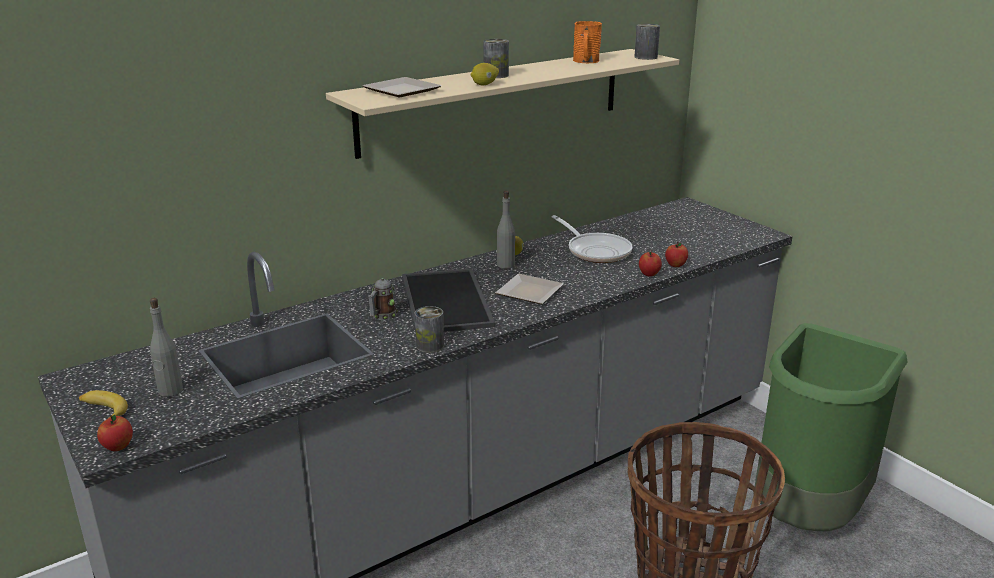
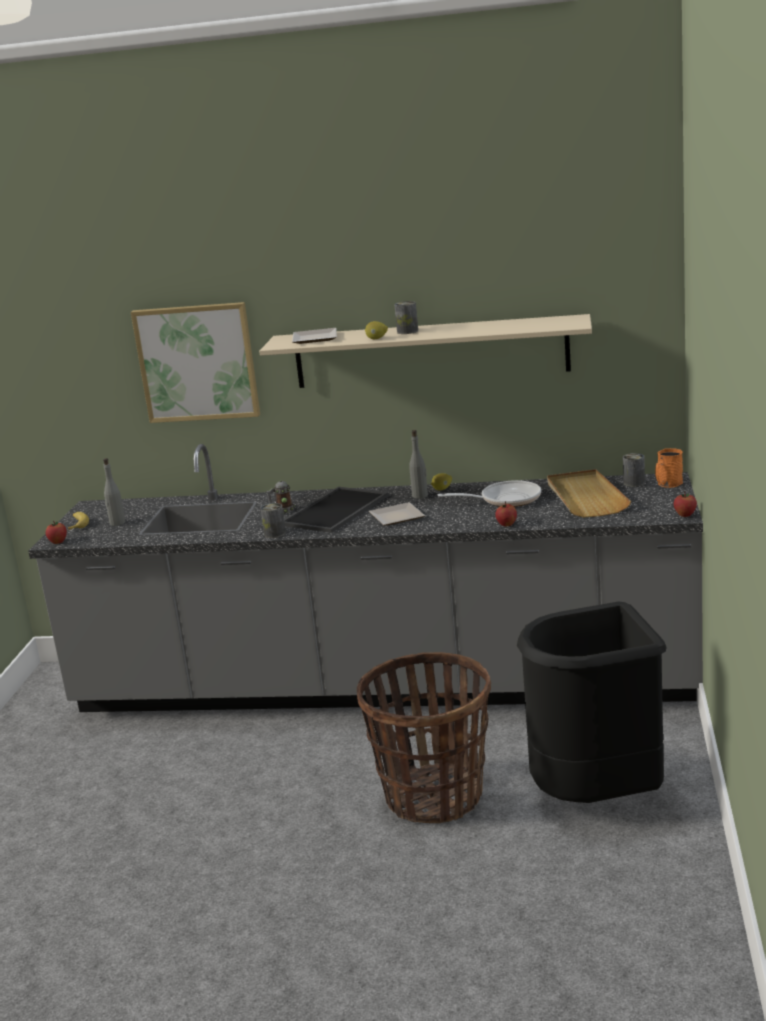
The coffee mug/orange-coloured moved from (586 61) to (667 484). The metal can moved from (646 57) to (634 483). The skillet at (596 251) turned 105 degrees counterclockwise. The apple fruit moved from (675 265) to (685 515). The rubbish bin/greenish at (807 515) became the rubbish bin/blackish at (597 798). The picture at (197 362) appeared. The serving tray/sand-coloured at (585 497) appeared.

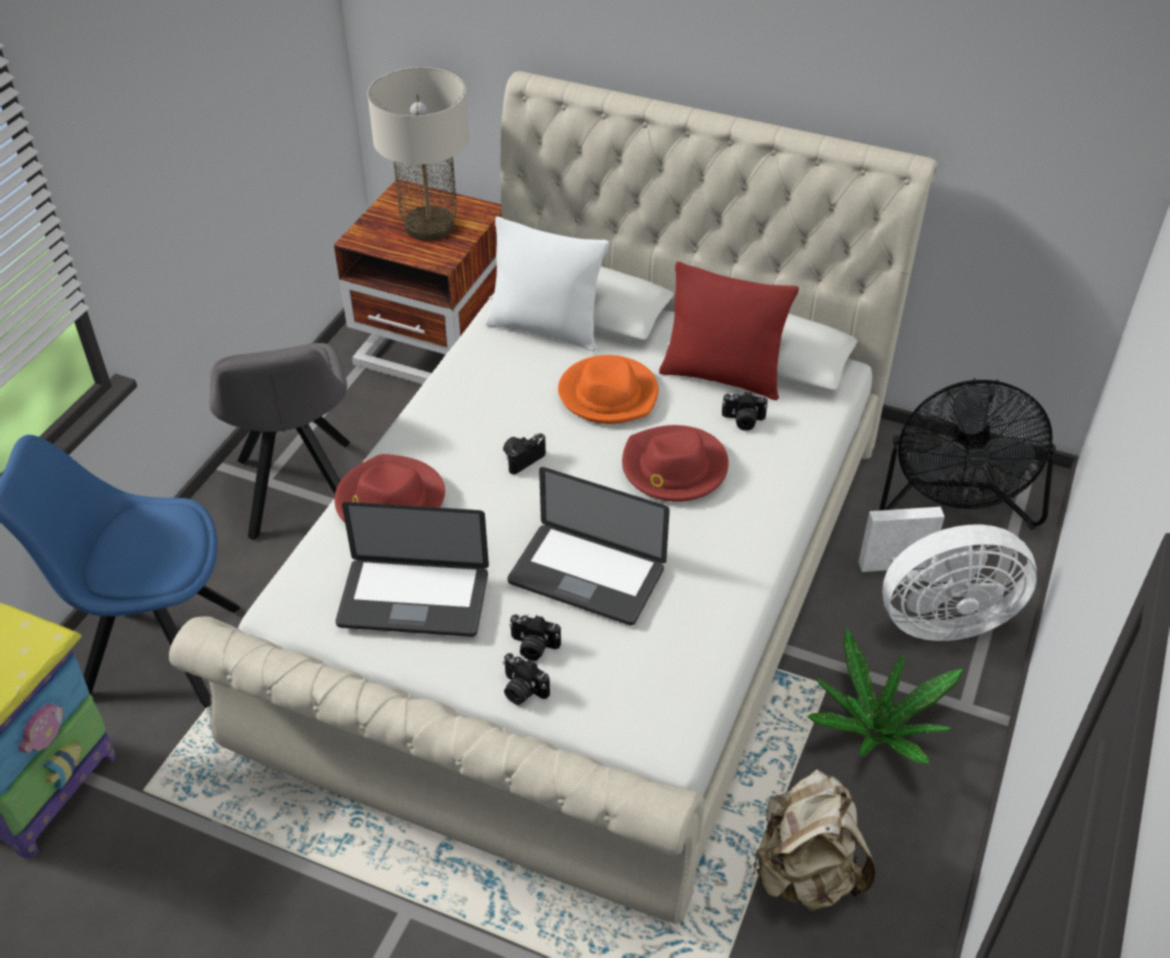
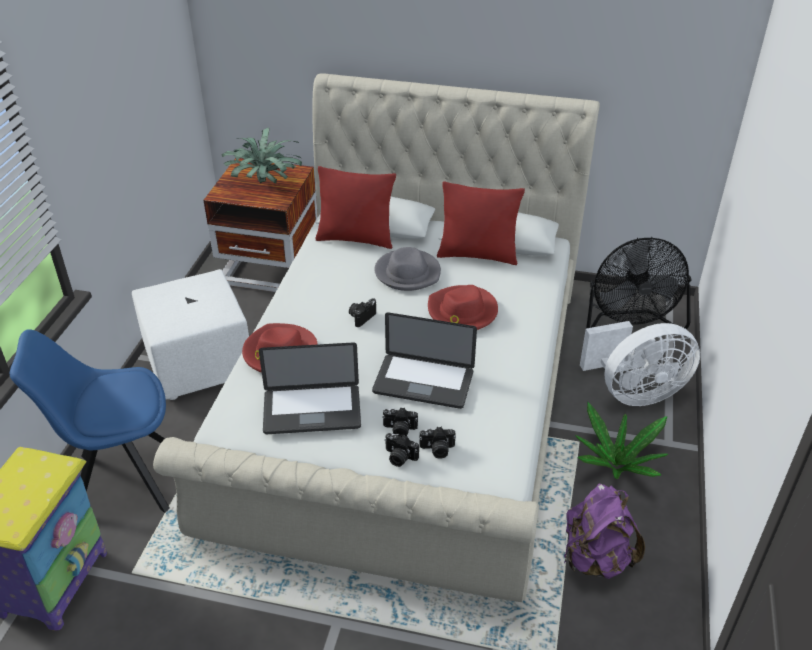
The tabletop lamp at (429 226) was replaced by the houseplant at (265 183). The pillow/white at (545 329) became the pillow/red at (356 238). The plain chair/grey at (299 490) was replaced by the footrest/white at (199 365). The hat/orange-coloured at (609 394) became the hat/grey at (407 273). The photo camera moved from (743 421) to (437 450). The rucksack/sand-coloured at (805 873) became the rucksack/purplish at (595 558).

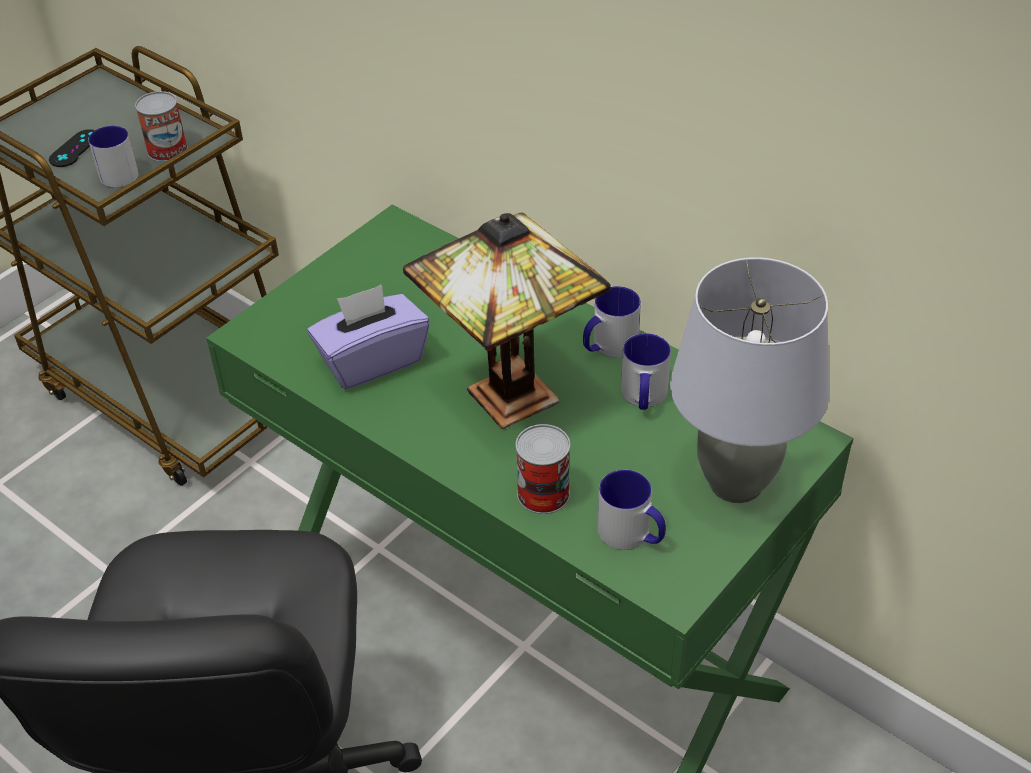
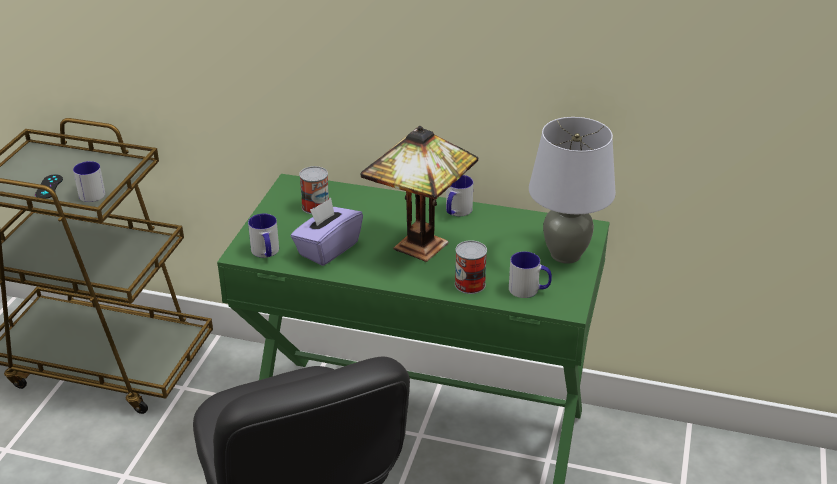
The metal can moved from (167 150) to (315 206). The coffee mug moved from (643 397) to (266 253).

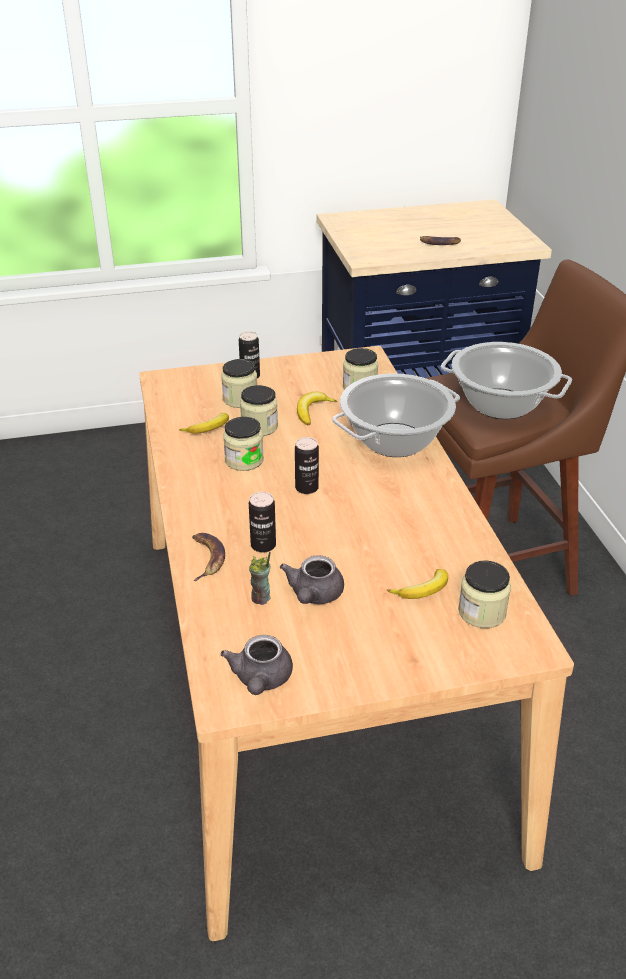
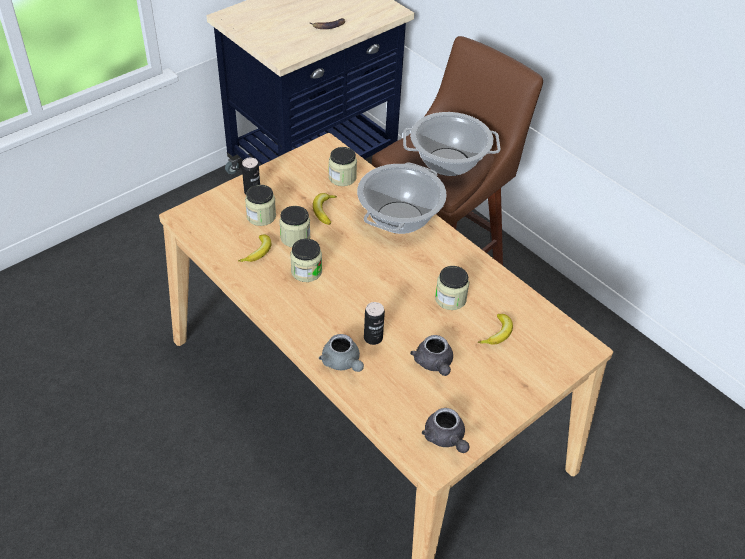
The metal can at (306 488) disappeared. The banana fruit at (207 558) was replaced by the teapot/grey at (342 363). The drinking cup at (261 598) disappeared. The preserve jar moved from (482 612) to (450 299).

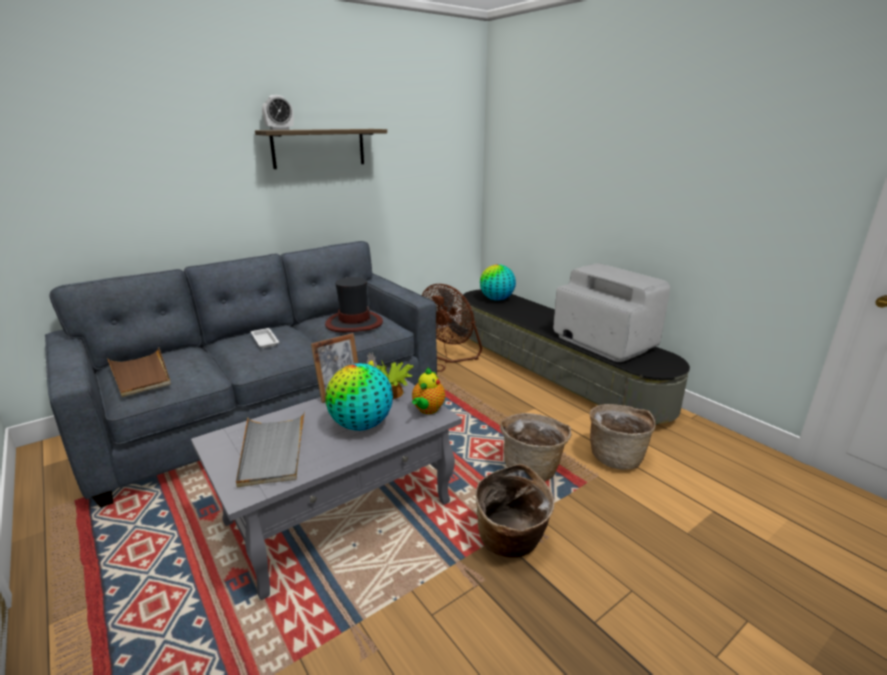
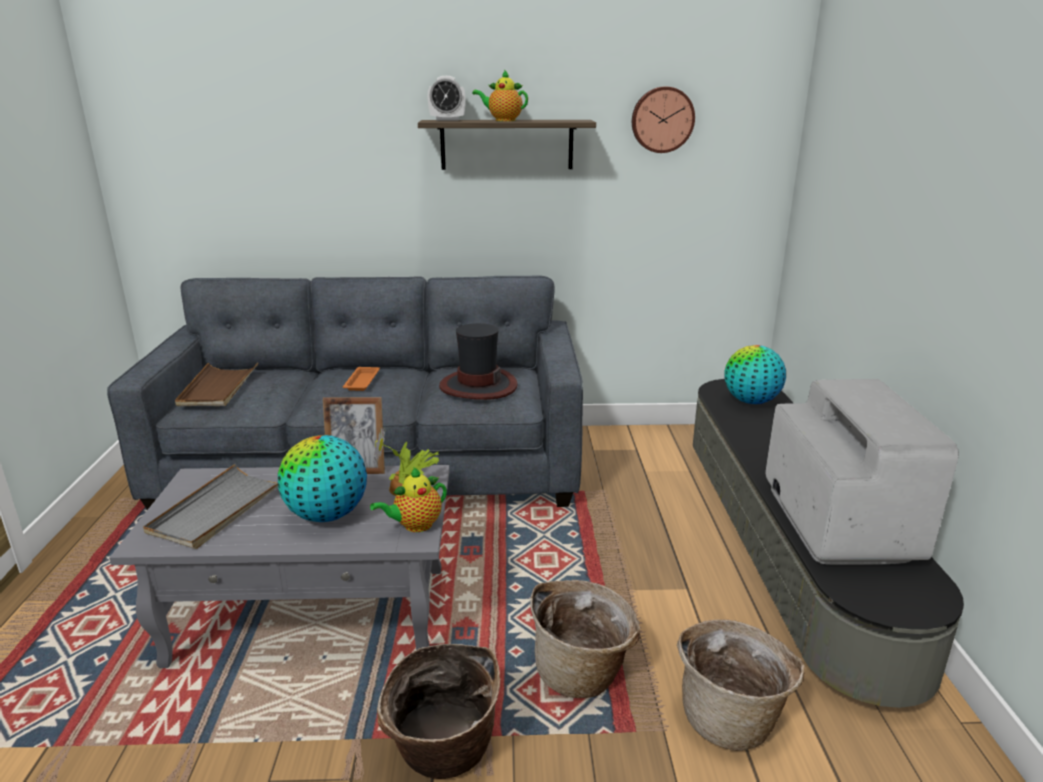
The cooling fan/brown-coloured at (443 356) disappeared. The serving tray/white at (264 340) became the serving tray/orange-coloured at (362 381). The teapot at (503 120) appeared. The wall clock at (662 120) appeared.

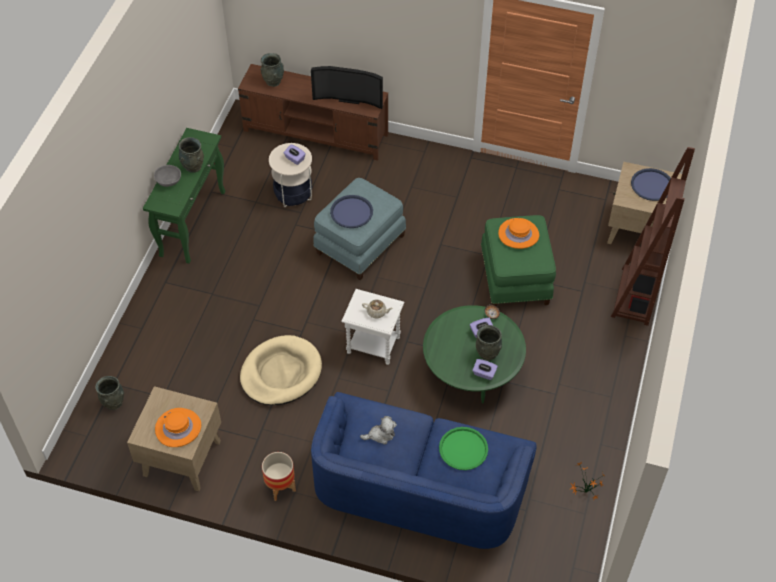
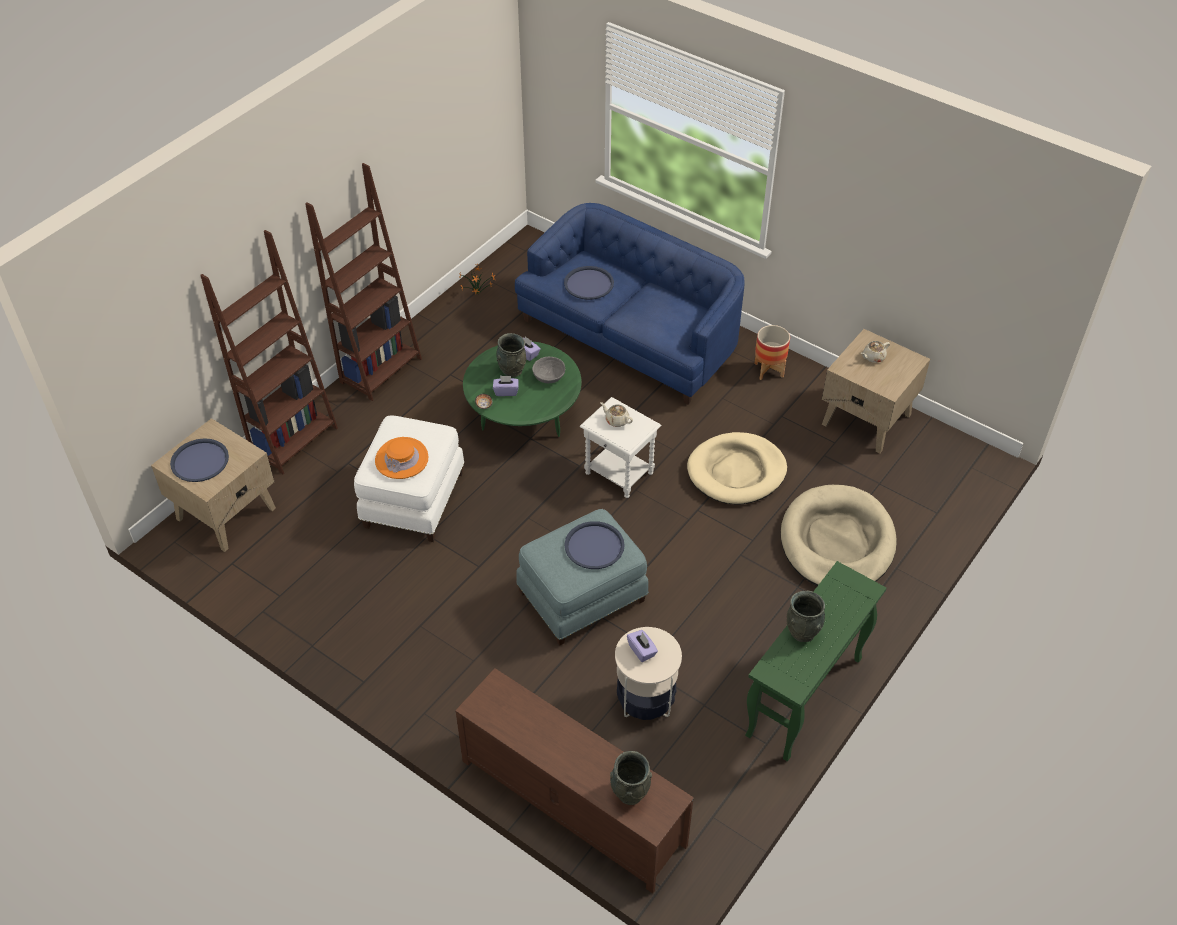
The TV at (349 98) disappeared. The bowl/grey moved from (168 181) to (549 376). The footrest/greenish at (516 277) became the footrest/white at (412 499). The flower vase/grey at (114 402) disappeared. The hat/orange-coloured at (178 428) was replaced by the teapot/sand-coloured at (873 357). The cuddly toy at (380 435) disappeared. The serving tray/greenish at (463 449) became the serving tray/blue at (588 284). The bookcase/brown-coloured at (380 370) appeared. The dog bed/sand-coloured at (837 542) appeared.

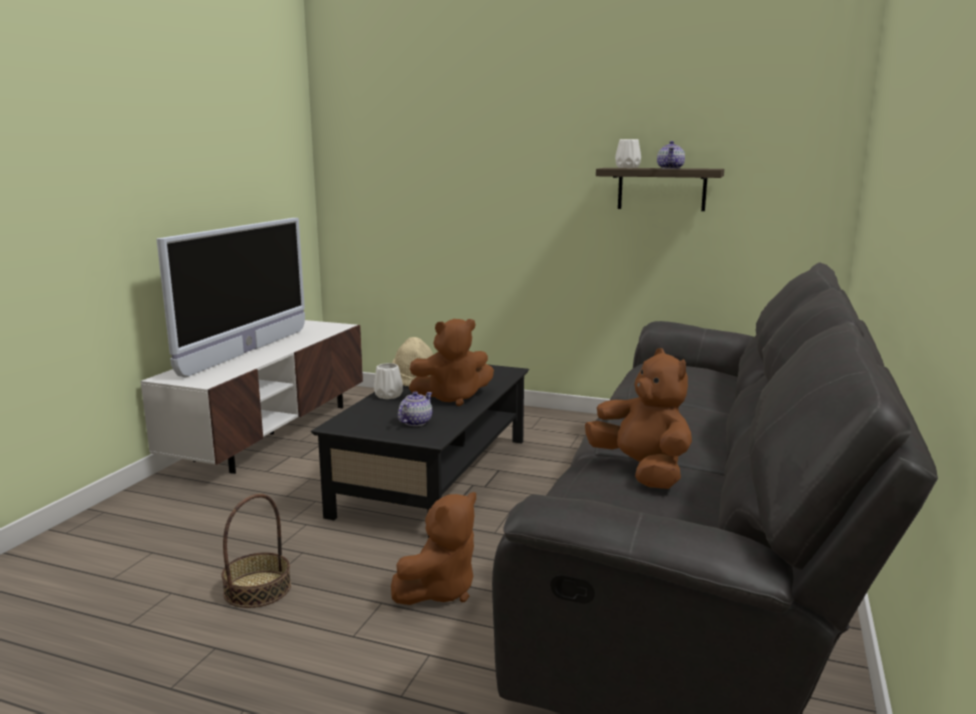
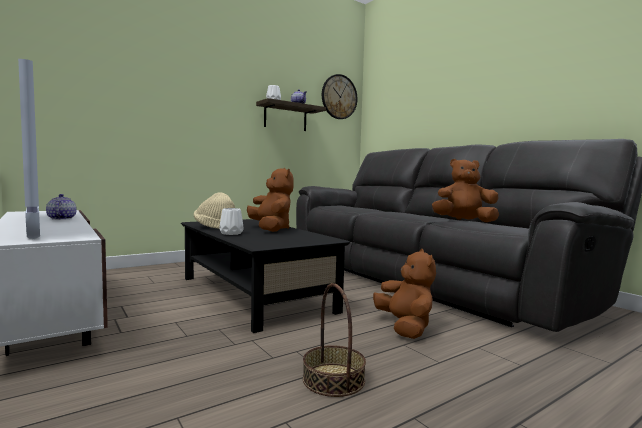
The cuddly toy/brown-coloured at (452 398) turned 45 degrees counterclockwise. The teapot moved from (415 422) to (61 218). The wall clock at (339 97) appeared.

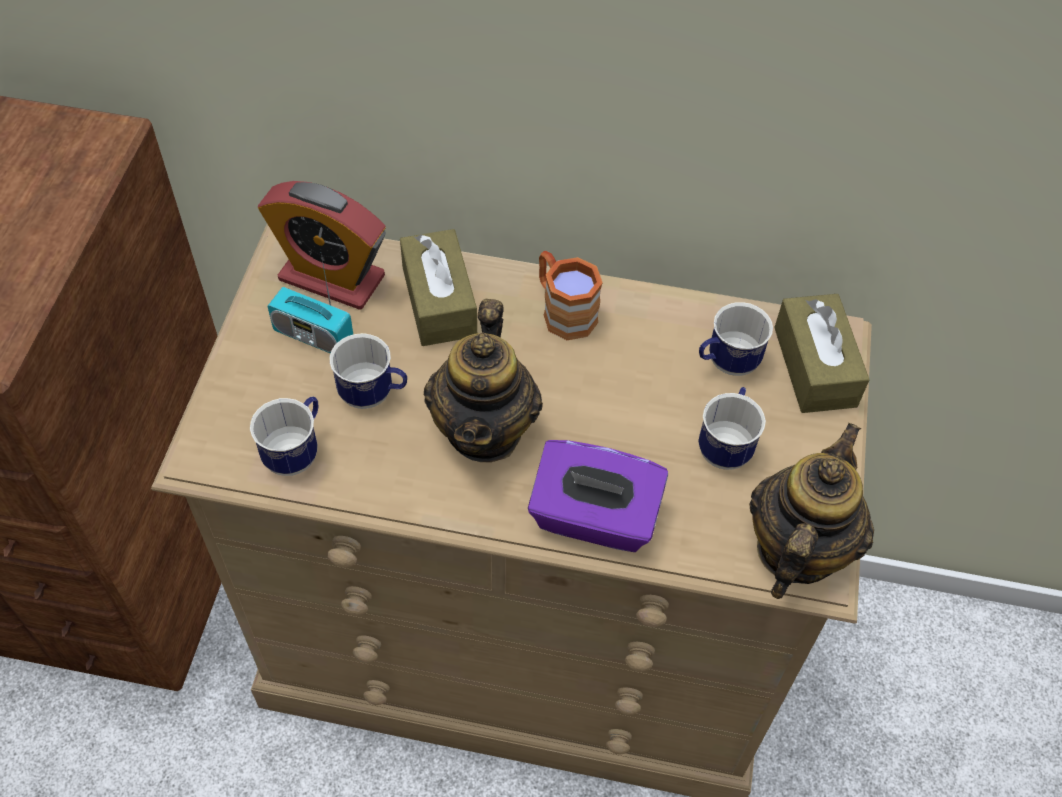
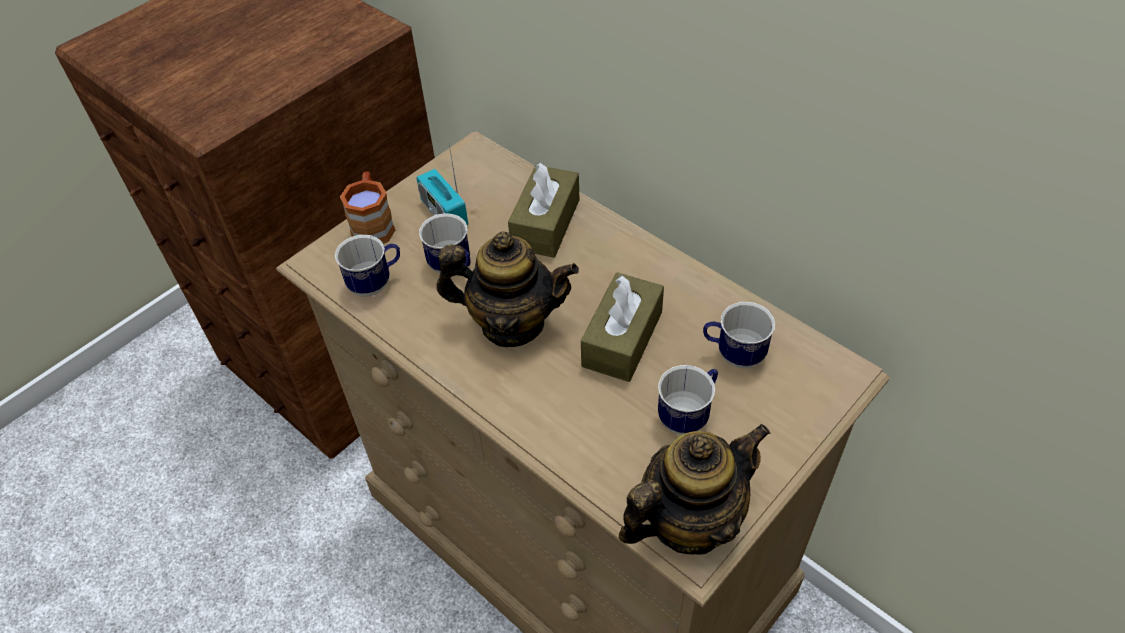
The table clock at (331 278) disappeared. The coffee mug/brown-coloured moved from (563 310) to (373 224). The tissue box/brown-coloured moved from (814 366) to (622 339). The teapot at (485 430) turned 120 degrees counterclockwise. The tissue box/purplish at (593 518) disappeared.

